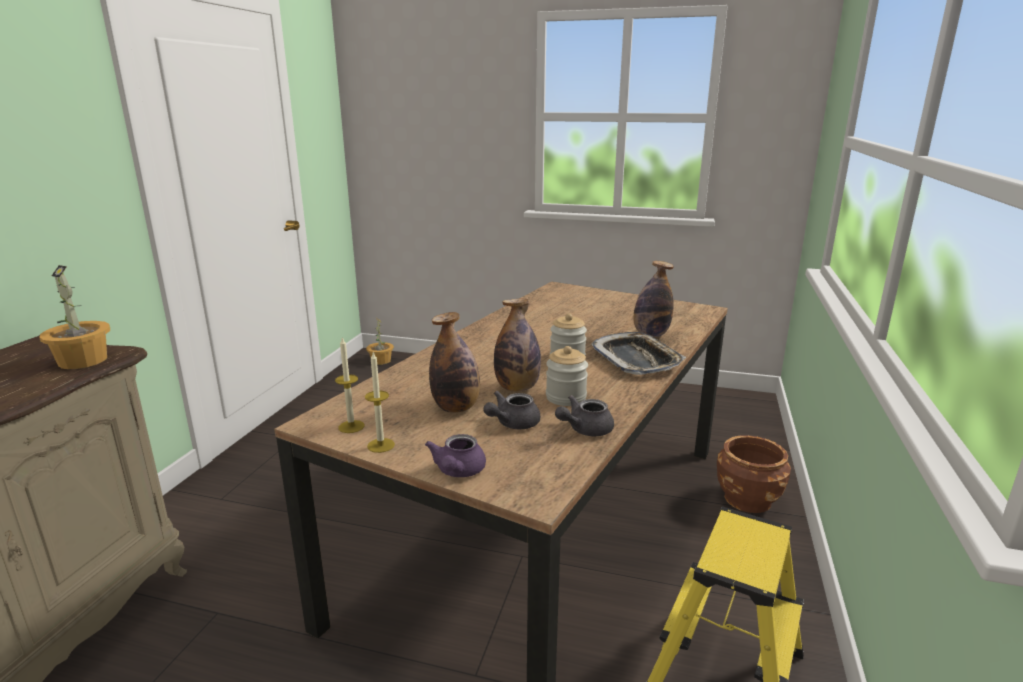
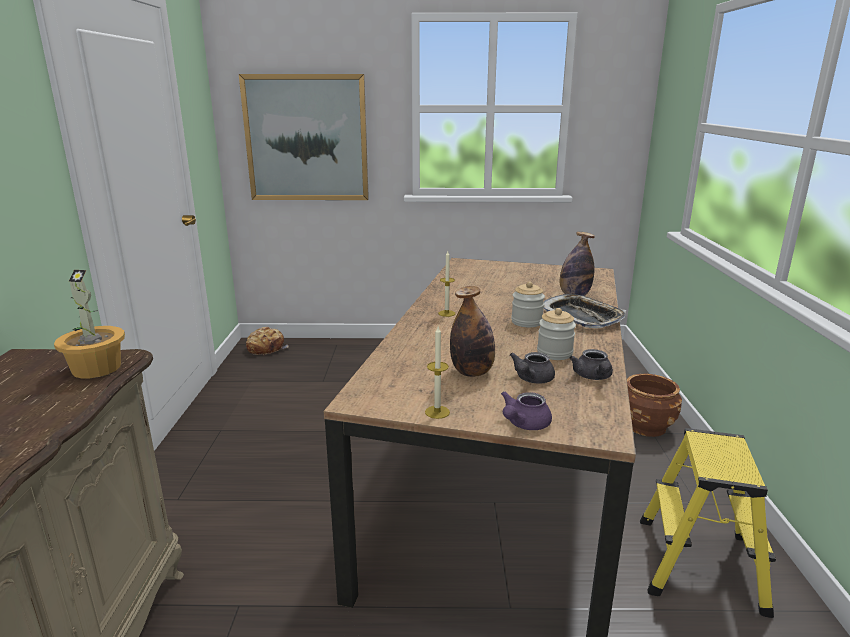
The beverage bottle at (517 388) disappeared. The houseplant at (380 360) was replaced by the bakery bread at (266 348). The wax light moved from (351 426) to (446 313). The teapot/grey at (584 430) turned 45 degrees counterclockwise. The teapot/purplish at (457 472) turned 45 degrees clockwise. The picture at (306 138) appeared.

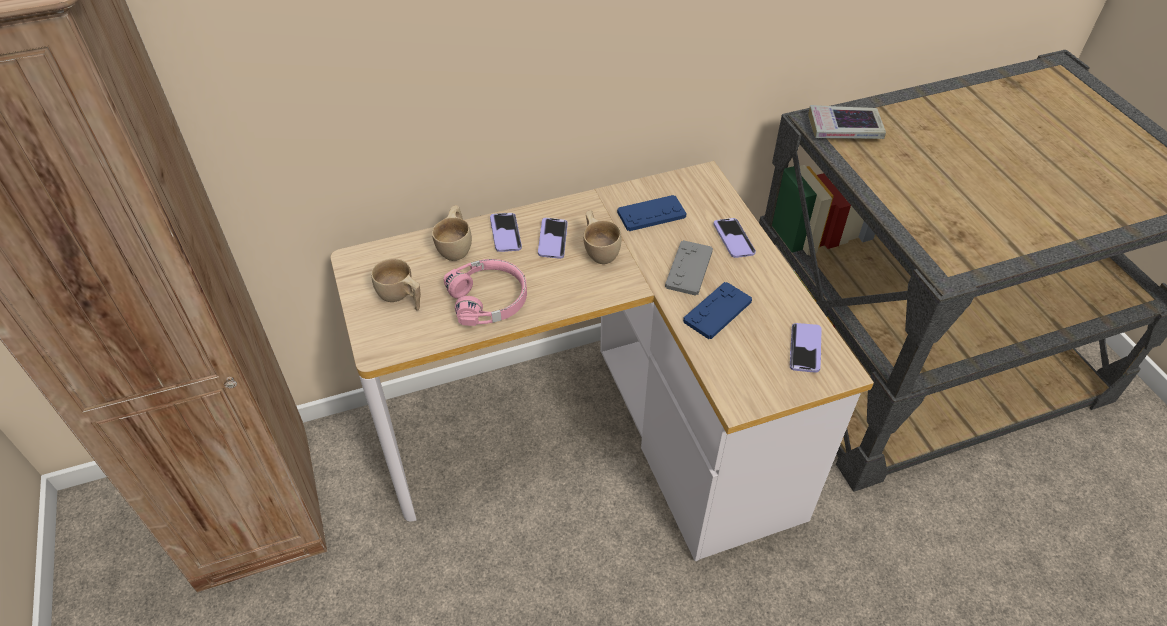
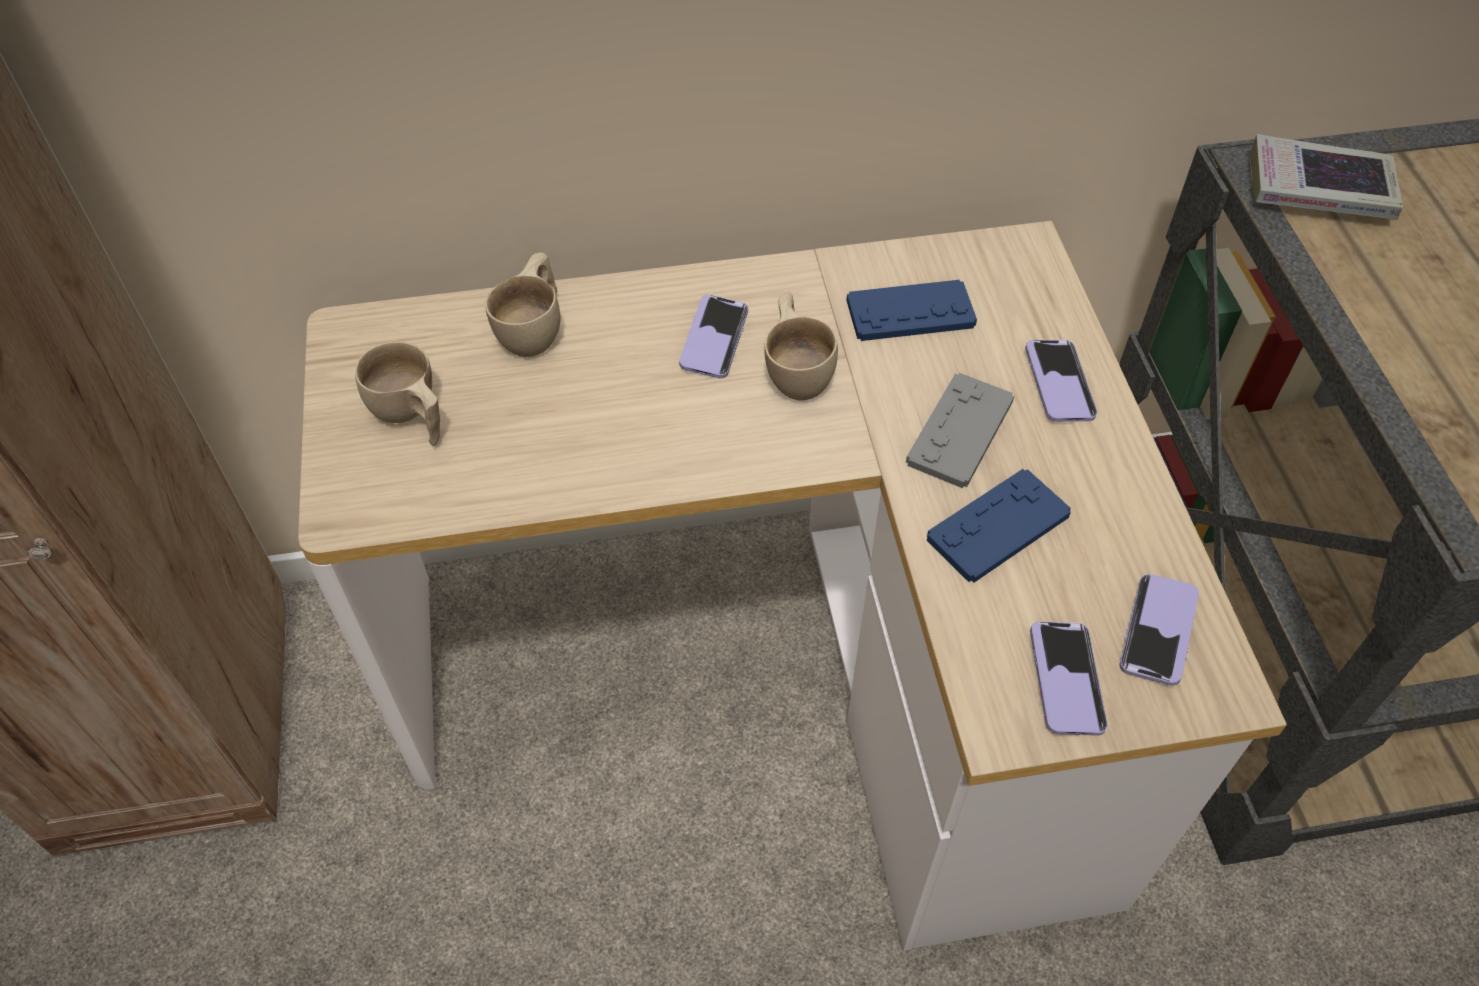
The handset moved from (505 233) to (1066 679). The headphones/pinkish at (489 299) disappeared.

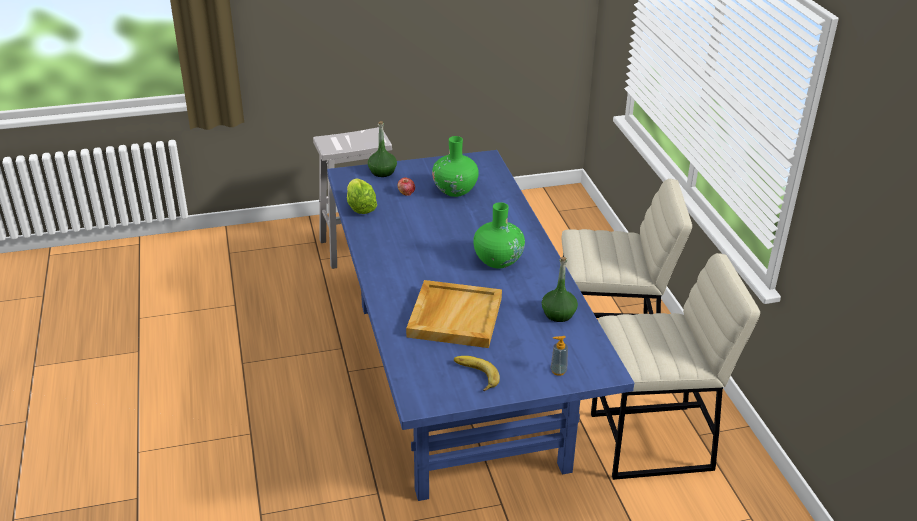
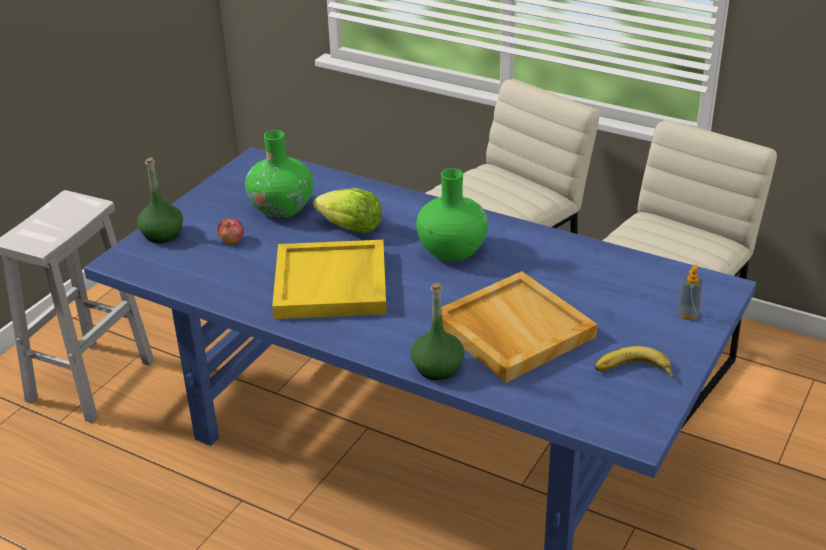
The lettuce moved from (360 207) to (350 228). The beverage bottle/greenish moved from (558 314) to (437 368). The serving tray/yellow-coloured at (332 284) appeared.

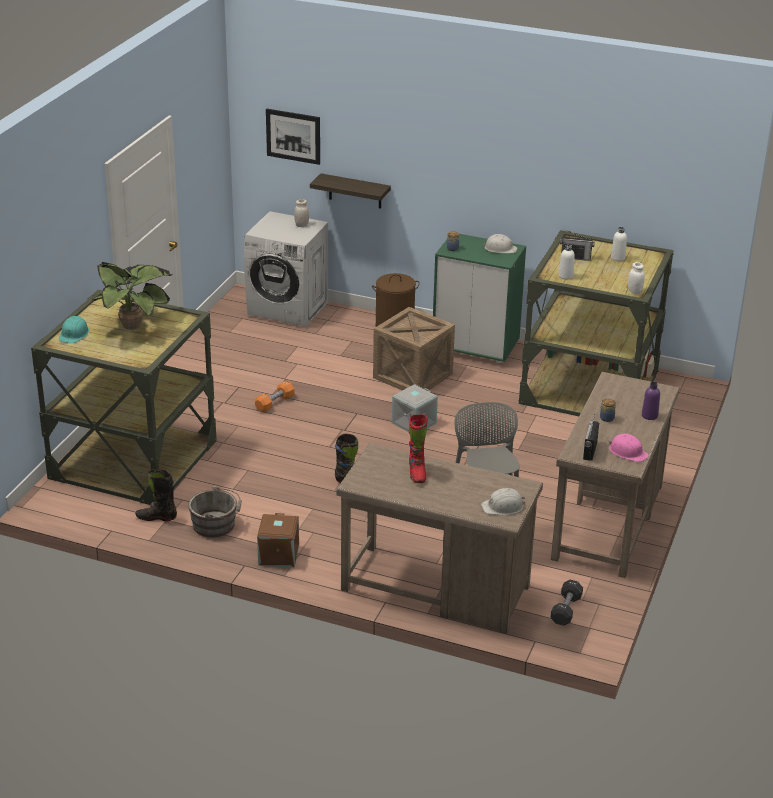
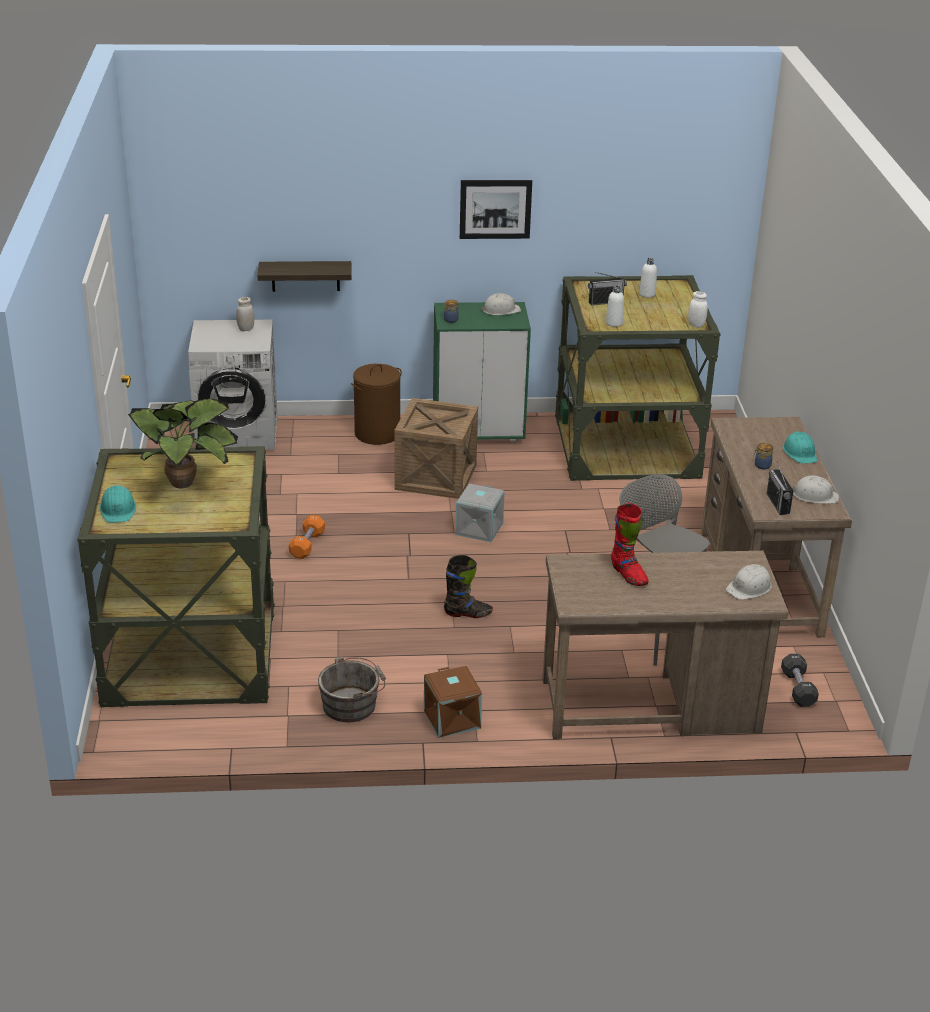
The picture moved from (293 136) to (495 209). The beverage bottle/purplish at (649 416) was replaced by the hard hat/turquoise at (800 453). The hard hat/pinkish at (627 452) became the hard hat/white at (814 496). The tall boot/blackish at (156 517) disappeared.

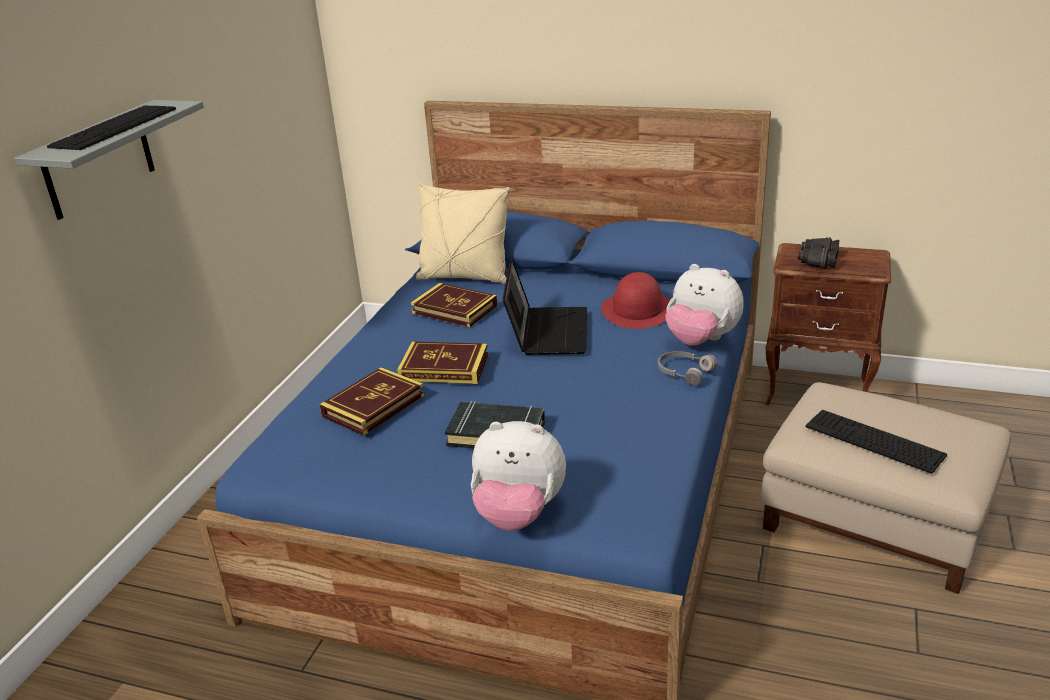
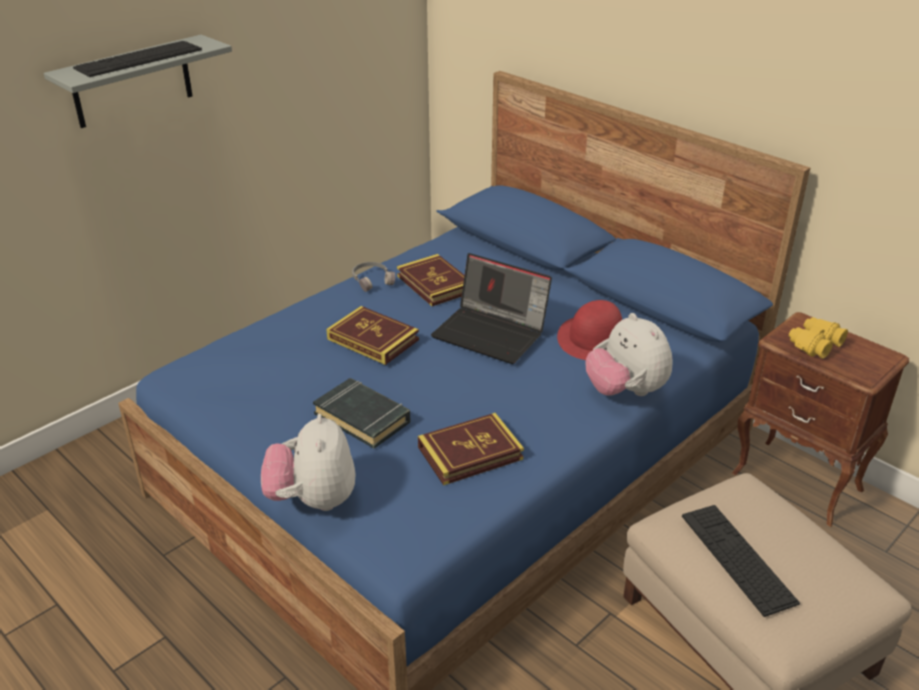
The pillow/sand-coloured at (464 277) disappeared. The pair of binoculars/blackish at (817 261) became the pair of binoculars/yellow-coloured at (814 345). The laptop at (547 331) turned 90 degrees clockwise. The headphones/grey moved from (684 372) to (372 280). The bound book moved from (373 406) to (470 453). The cuddly toy at (518 514) turned 45 degrees clockwise.

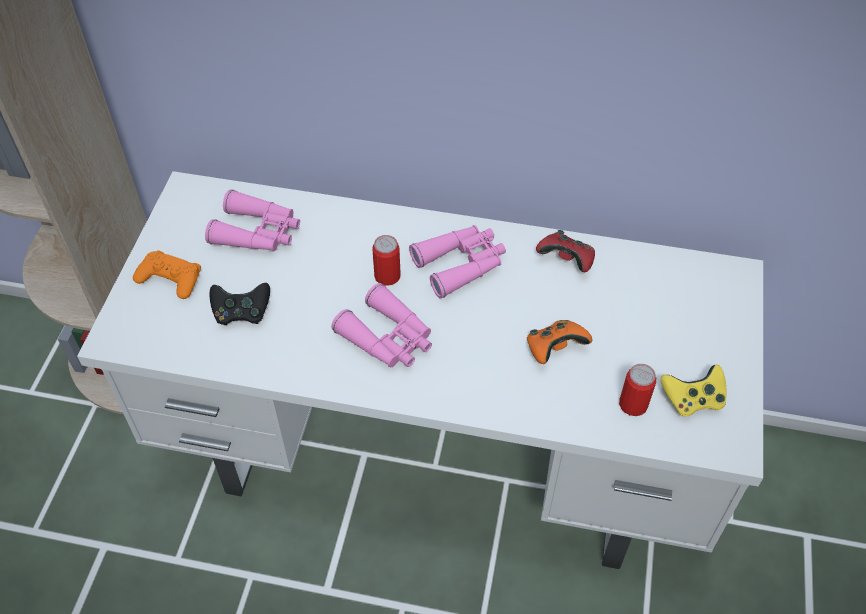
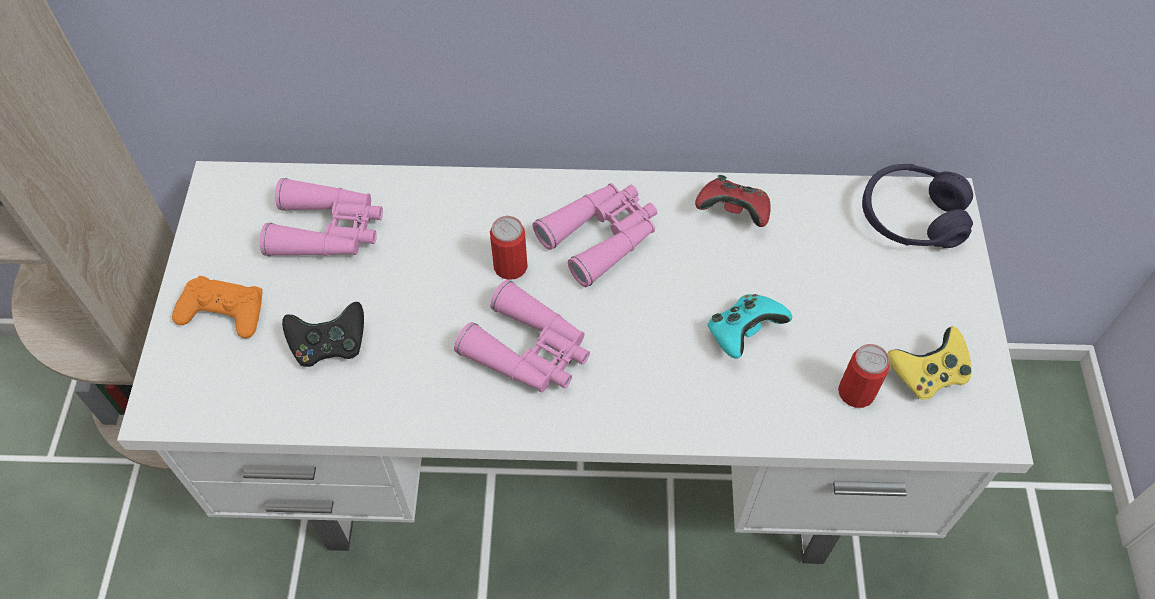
The gamepad/orange-coloured at (554 349) became the gamepad/turquoise at (743 333). The headphones/purplish at (911 218) appeared.

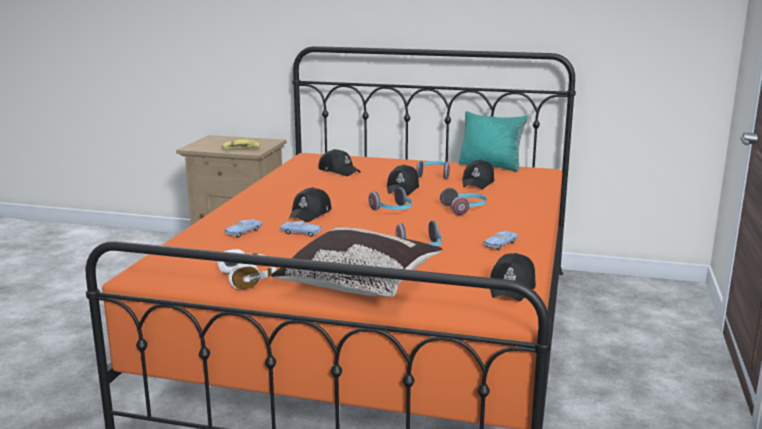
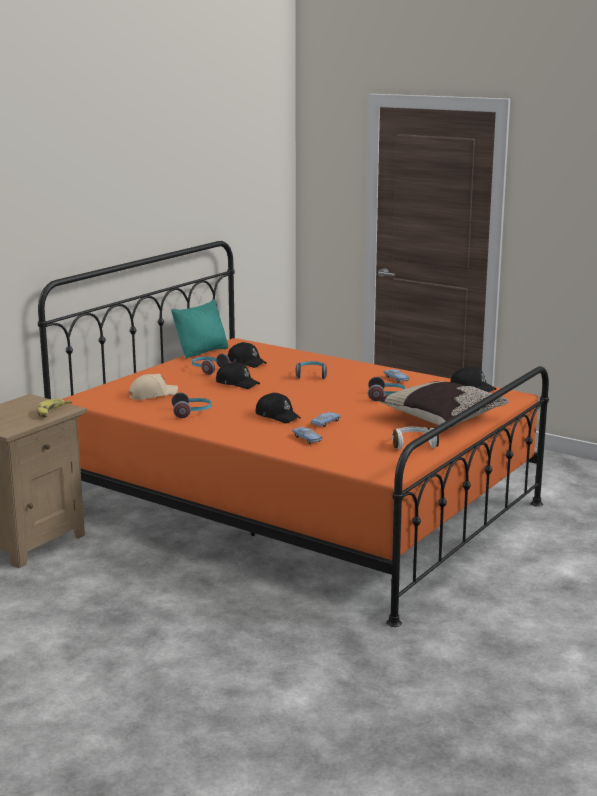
The baseball cap/blackish at (339 171) became the baseball cap/sand-coloured at (152 394). The headphones moved from (393 210) to (192 413).

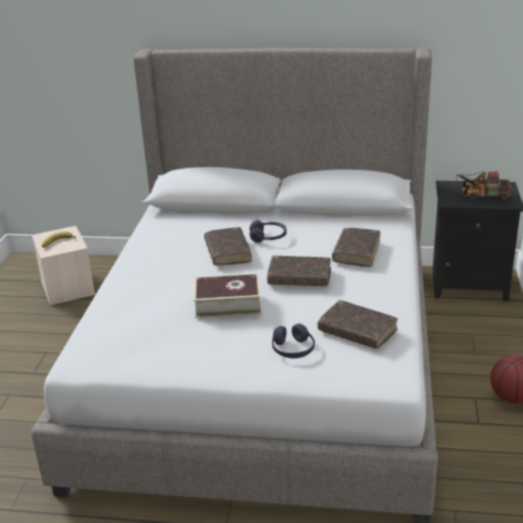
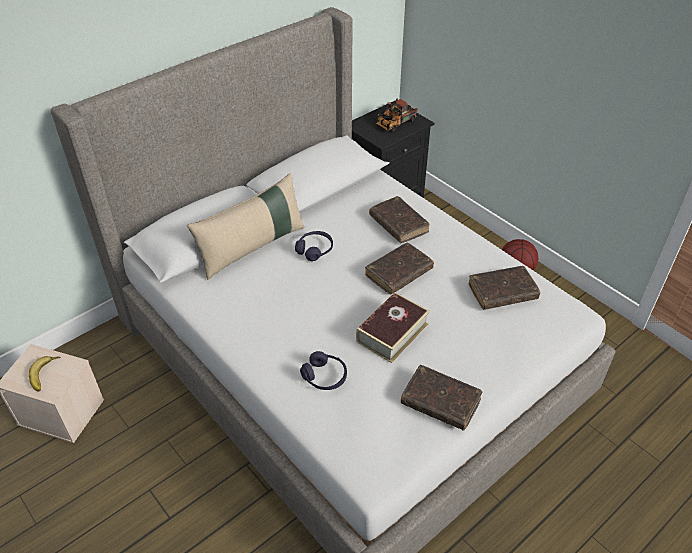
The bound book/brown-coloured moved from (228 252) to (440 402). The headphones/purplish moved from (293 349) to (324 376). The pillow/sand-coloured at (252 247) appeared.

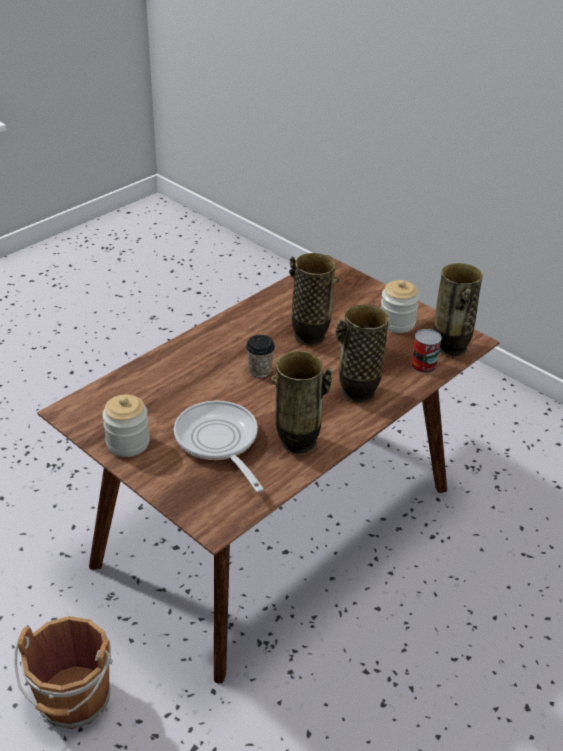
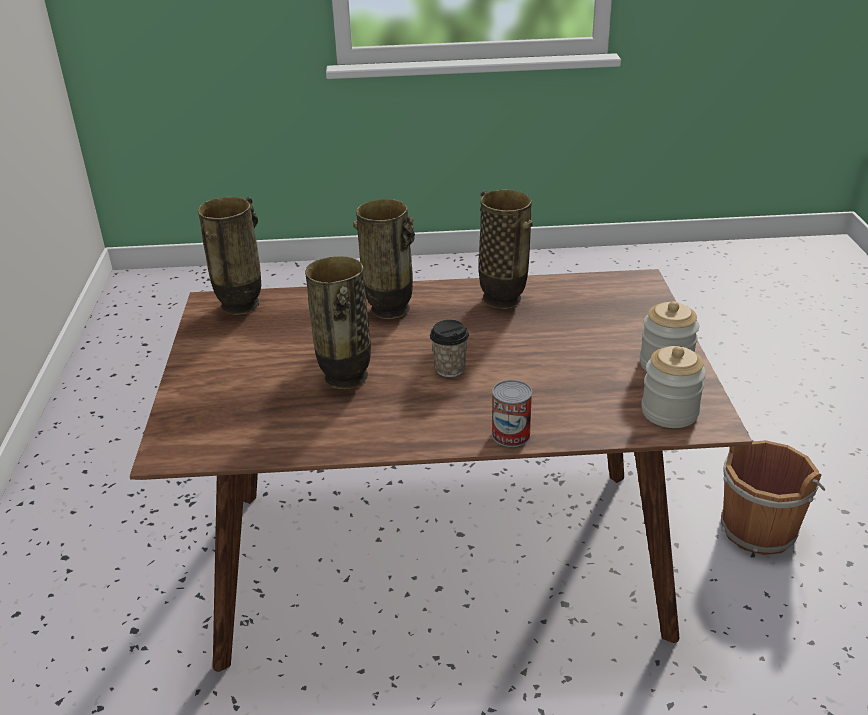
The preserve jar moved from (397 323) to (669 412). The metal can moved from (424 365) to (511 435). The skillet at (219 442) disappeared.

